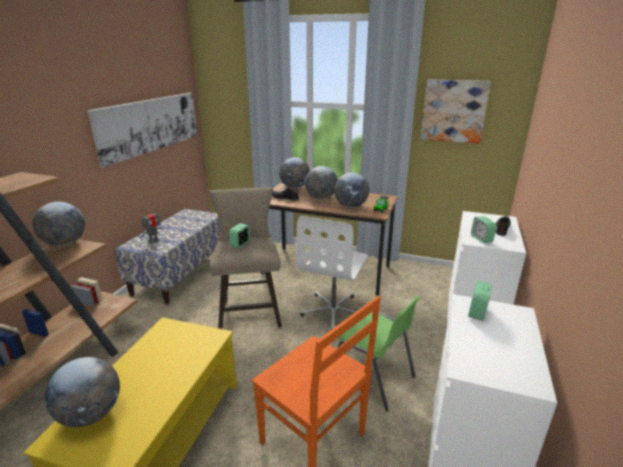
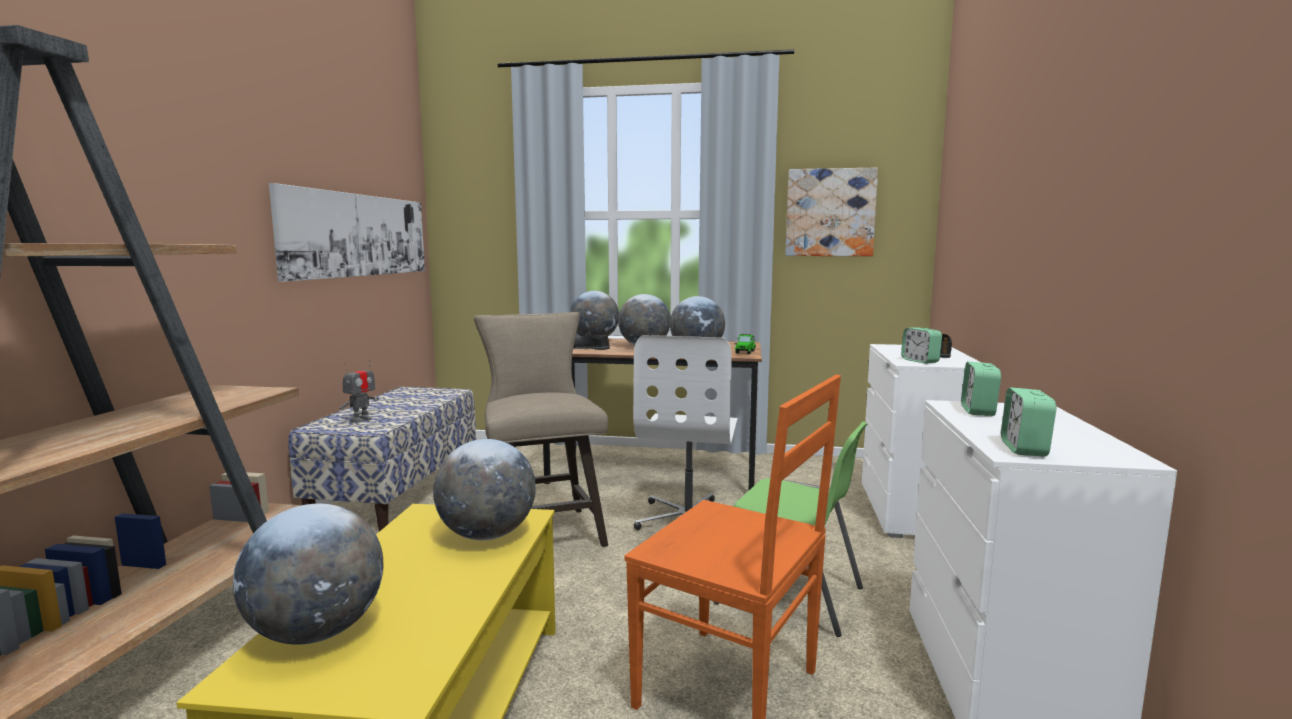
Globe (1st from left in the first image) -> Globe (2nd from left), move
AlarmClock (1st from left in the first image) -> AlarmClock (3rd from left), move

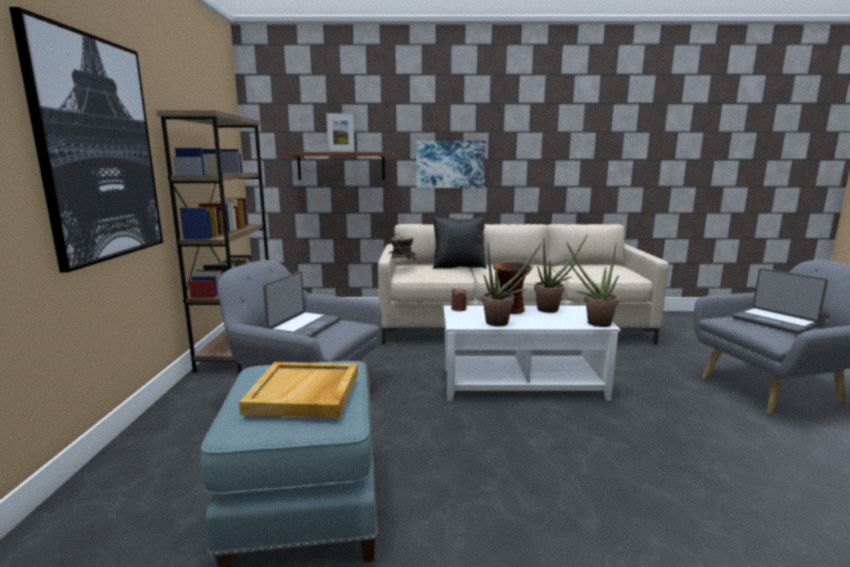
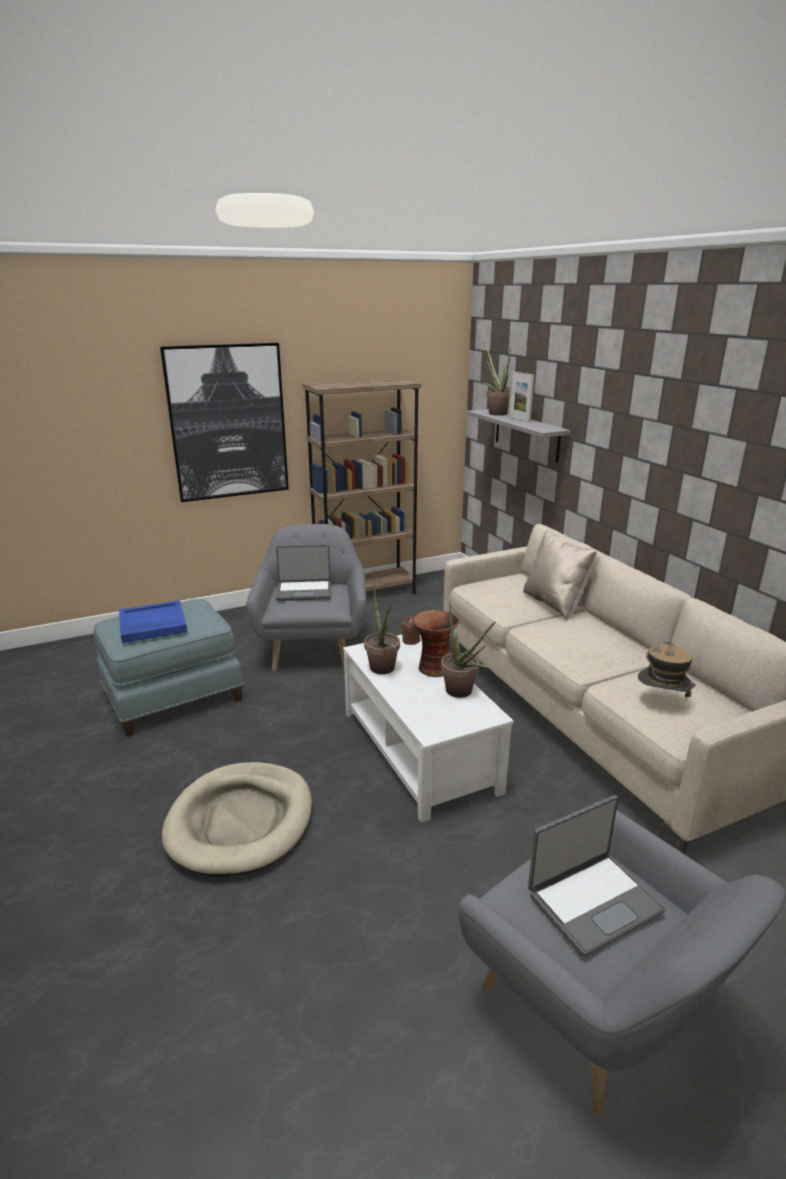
Picture (2nd from left) -> none
BrownShelf -> GreyShelf
BlackPillow -> BeigePillow
Hat, move
PottedPlant (3rd from left), move
Laptop (2nd from left), 150 degrees counterclockwise
BeigeTray -> BlueTray
none -> BeigeDogBed

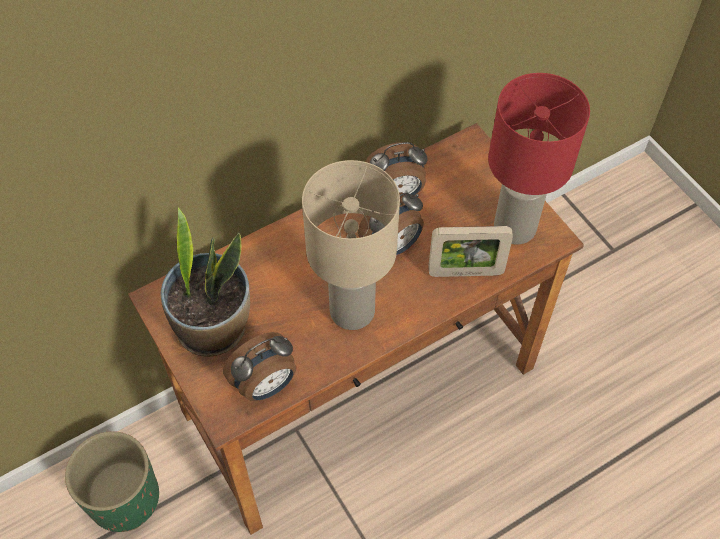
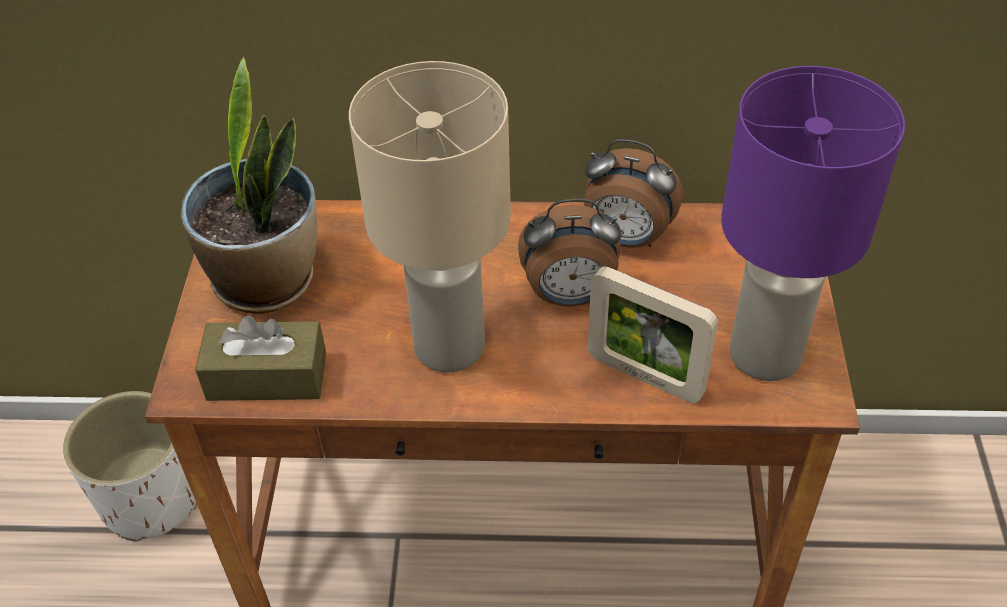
RedTableLamp -> PurpleTableLamp
AlarmClock (1st from left) -> BrownTissueBox
GreenPlanter -> WhitePlanter

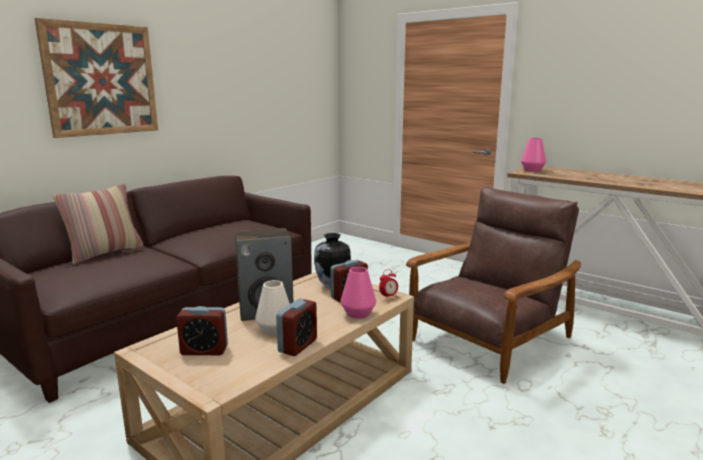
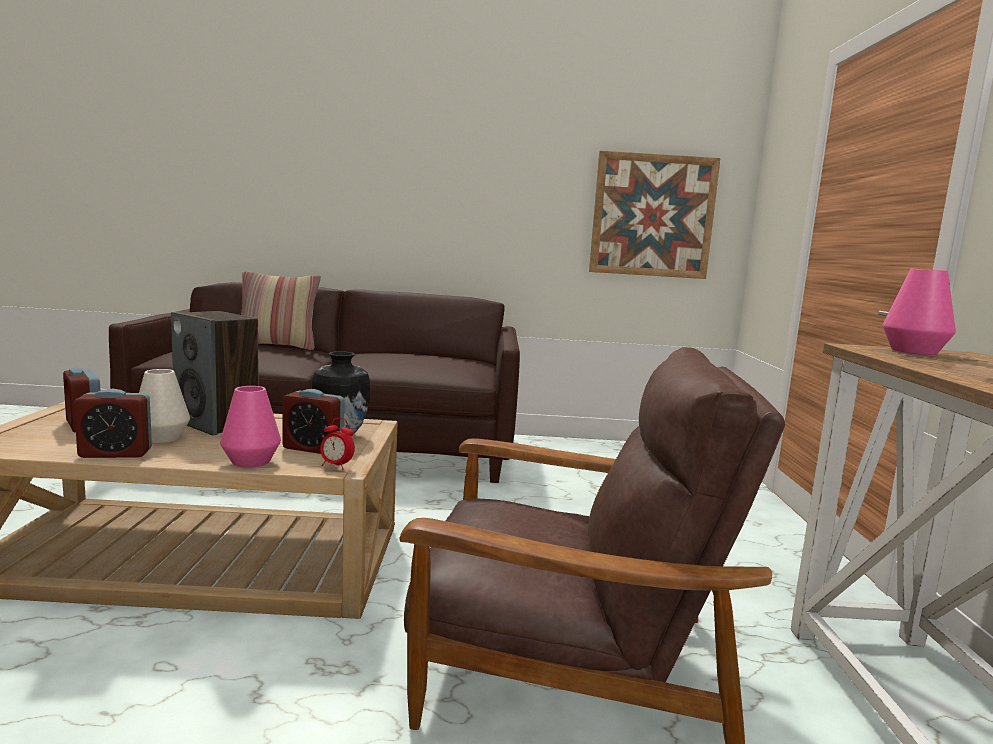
Picture, move

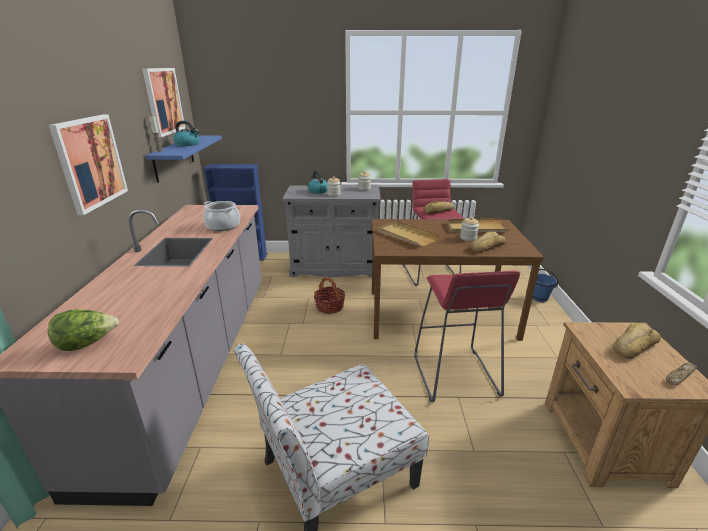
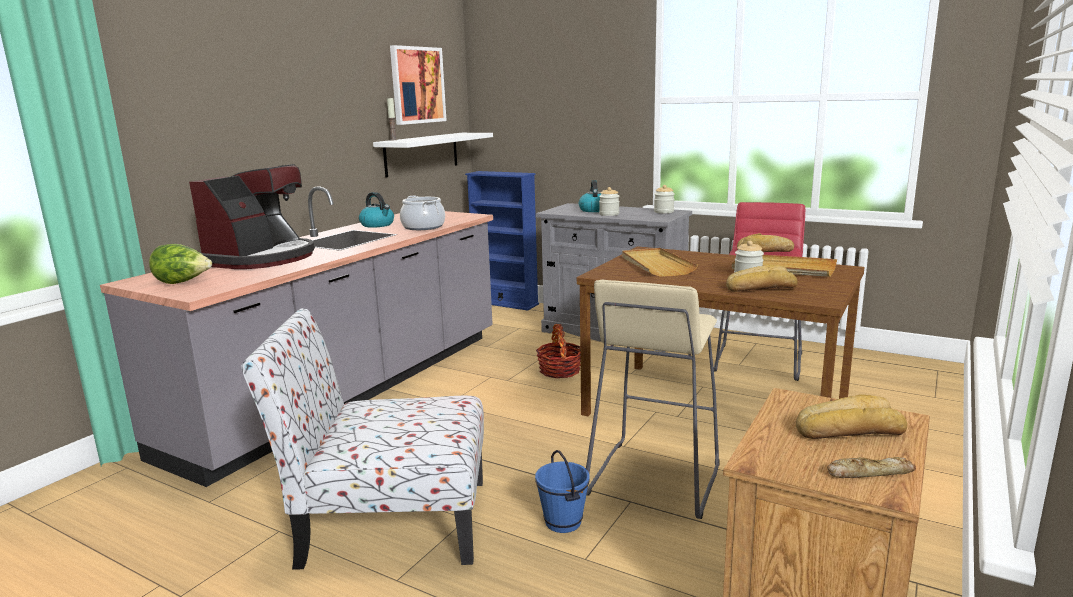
Picture (1st from left) -> none
Kettle (1st from left), move
BlueShelf -> WhiteShelf
BlueBucket, move
RedStool (2nd from left) -> BeigeStool
none -> CoffeeMachine

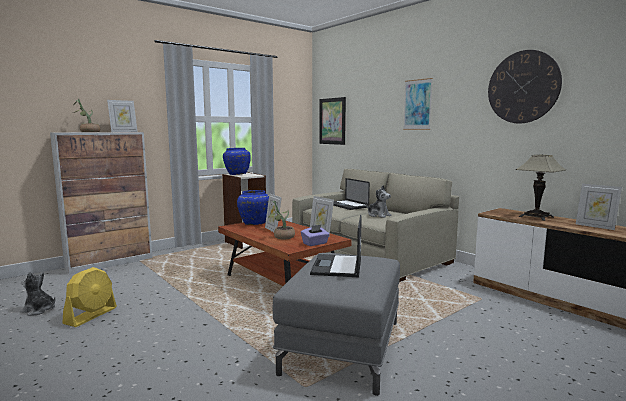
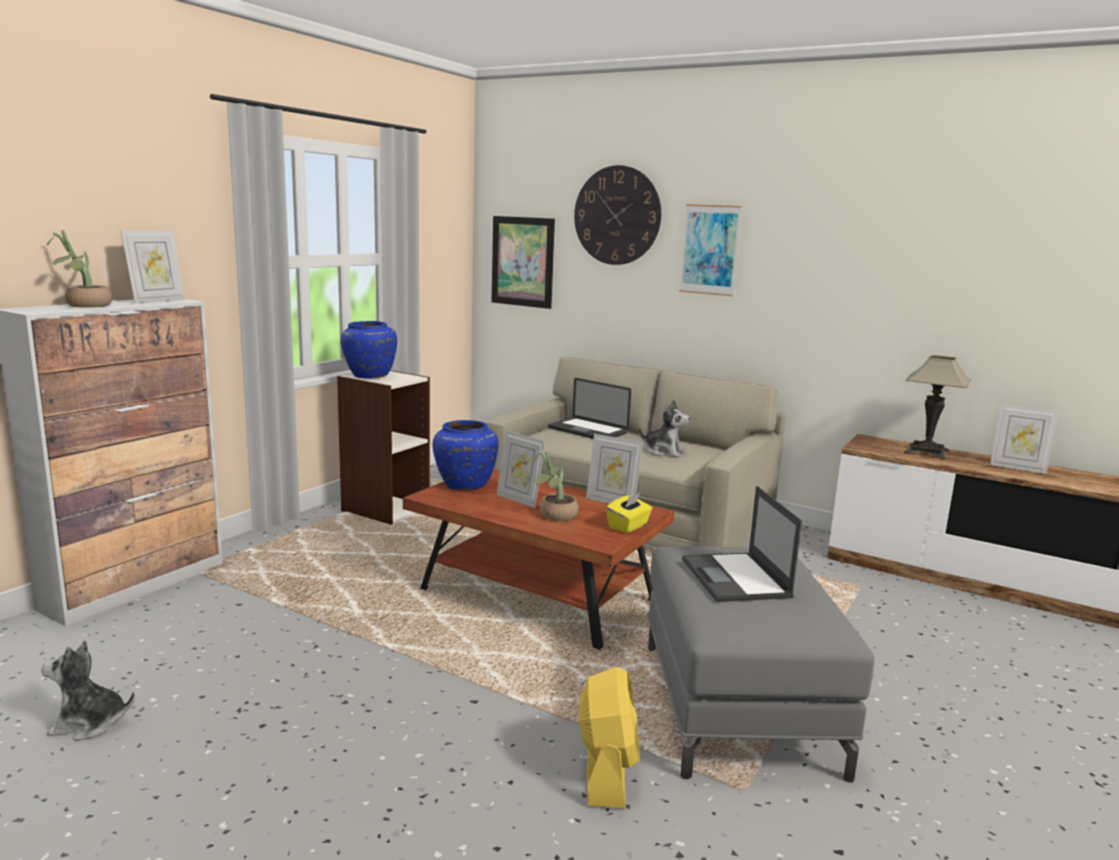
WallClock, move
PurpleTissueBox -> YellowTissueBox
YellowFan, move

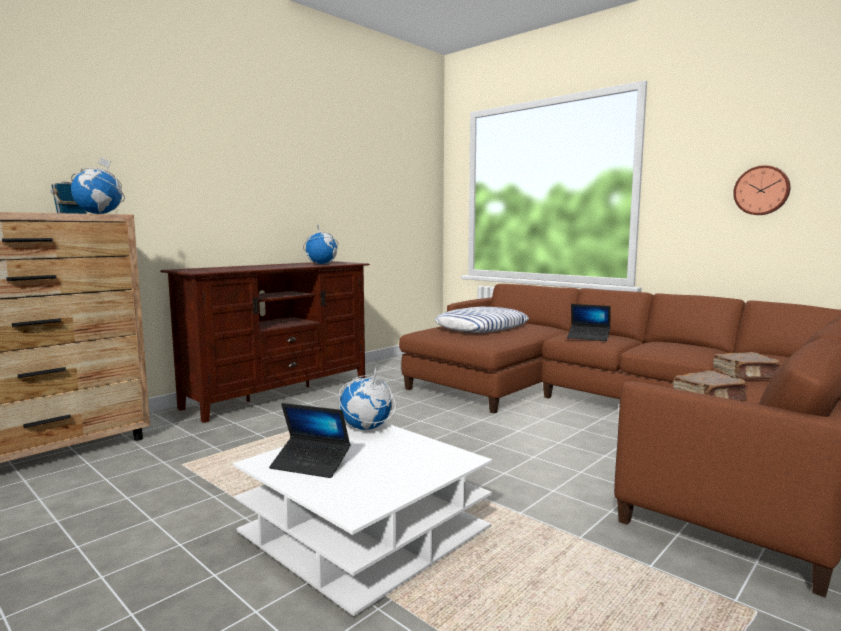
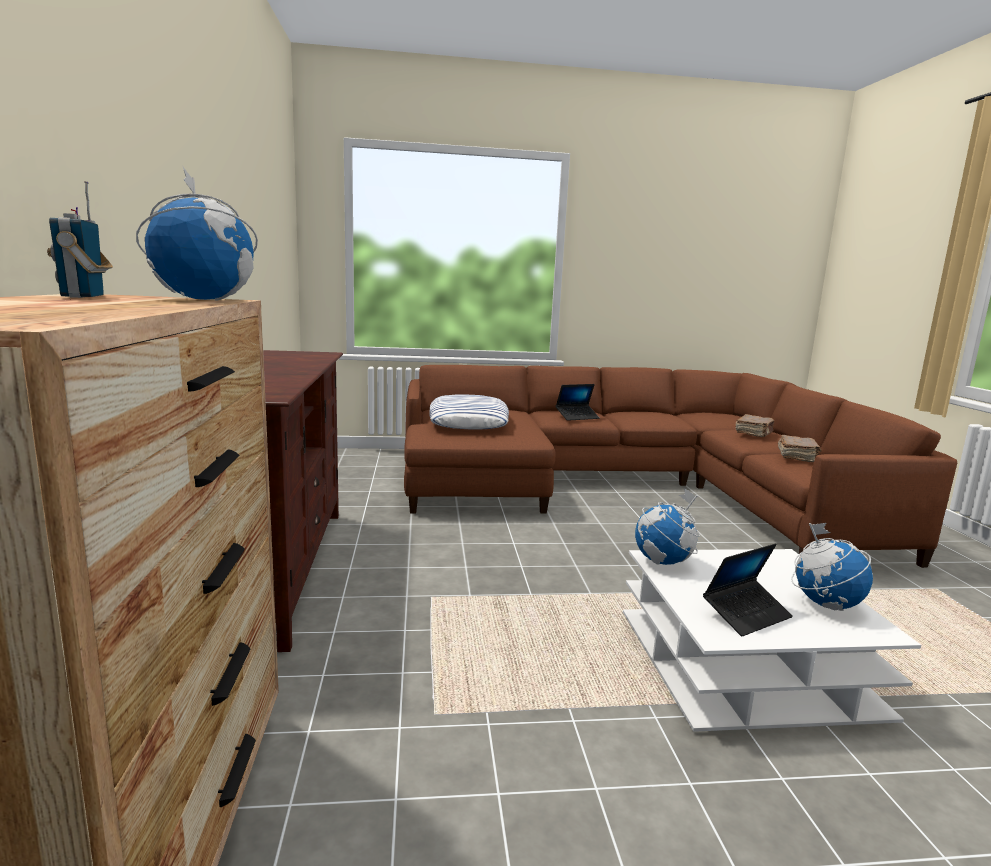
WallClock -> none
Globe (2nd from left in the first image) -> Globe (3rd from left), move

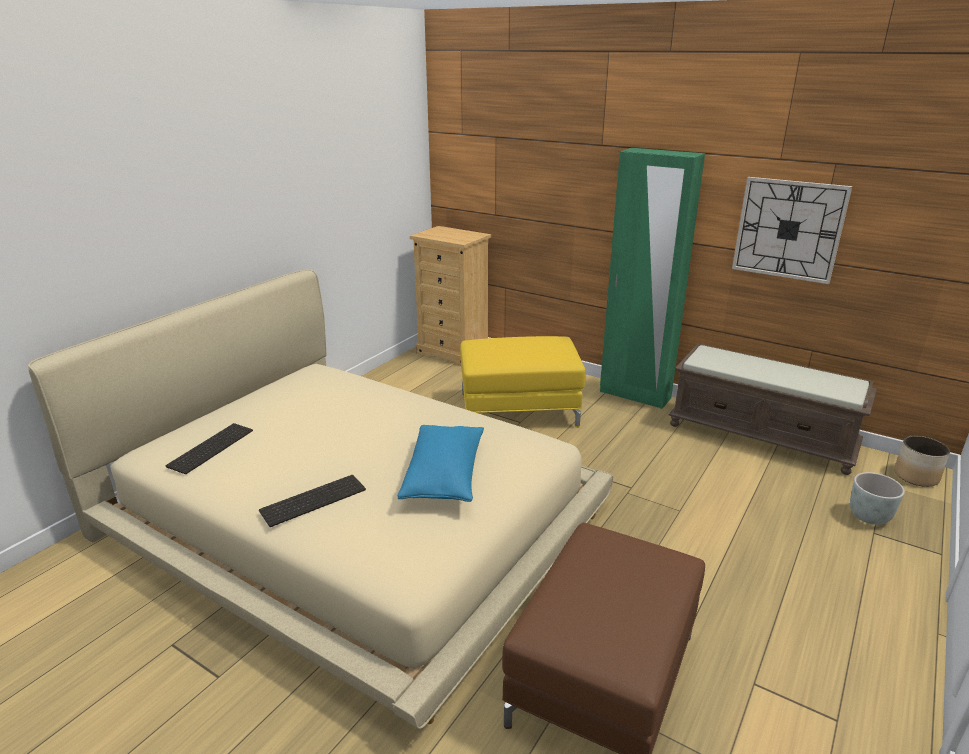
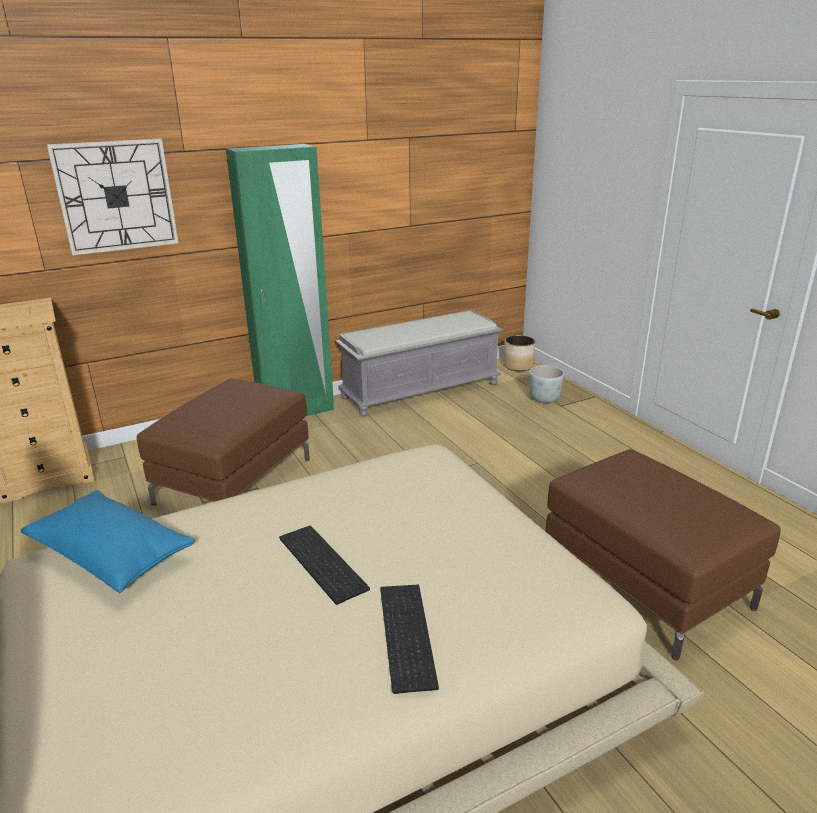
WallClock, move
YellowOttoman -> BrownOttoman (1st from left)
BrownBench -> GreyBench
Keyboard (1st from left), move
BluePillow, move

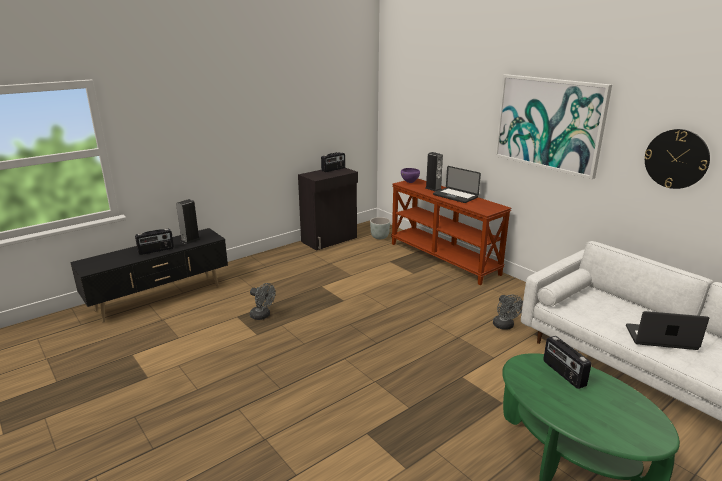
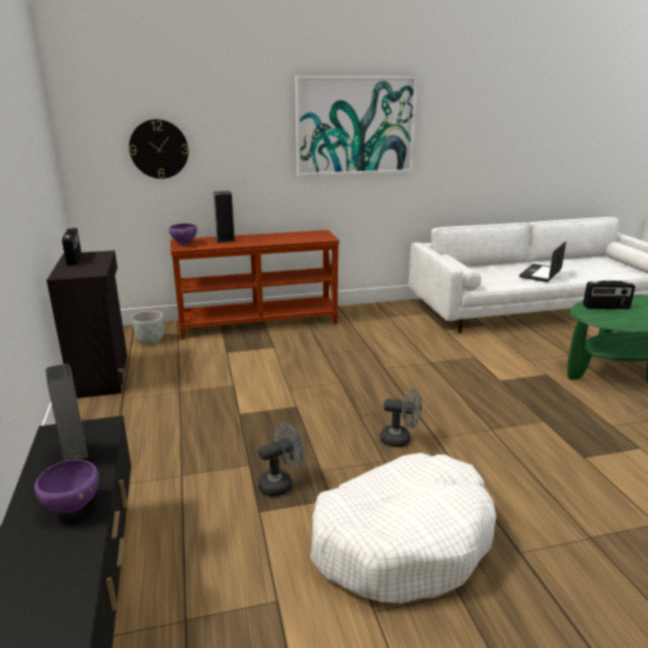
WallClock, move
Laptop (1st from left) -> none
Radio (1st from left) -> PurpleBowl (1st from left)
GreyFan (2nd from left), move
none -> WhiteDogBed

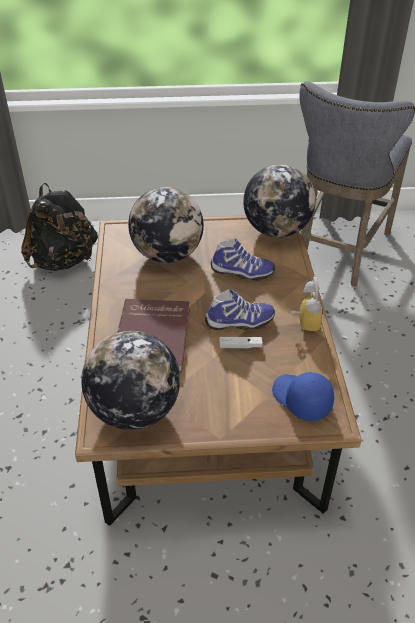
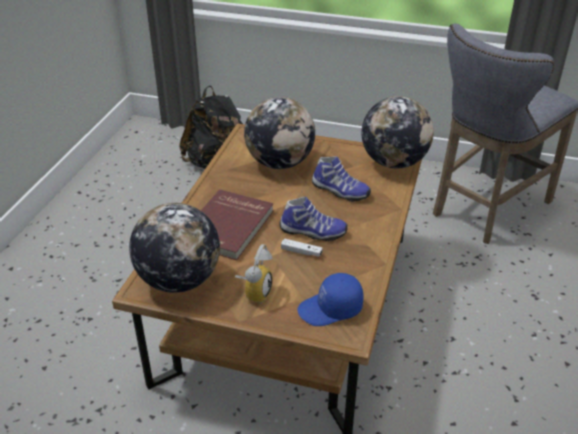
AlarmClock, move
BlueCap, 90 degrees counterclockwise

